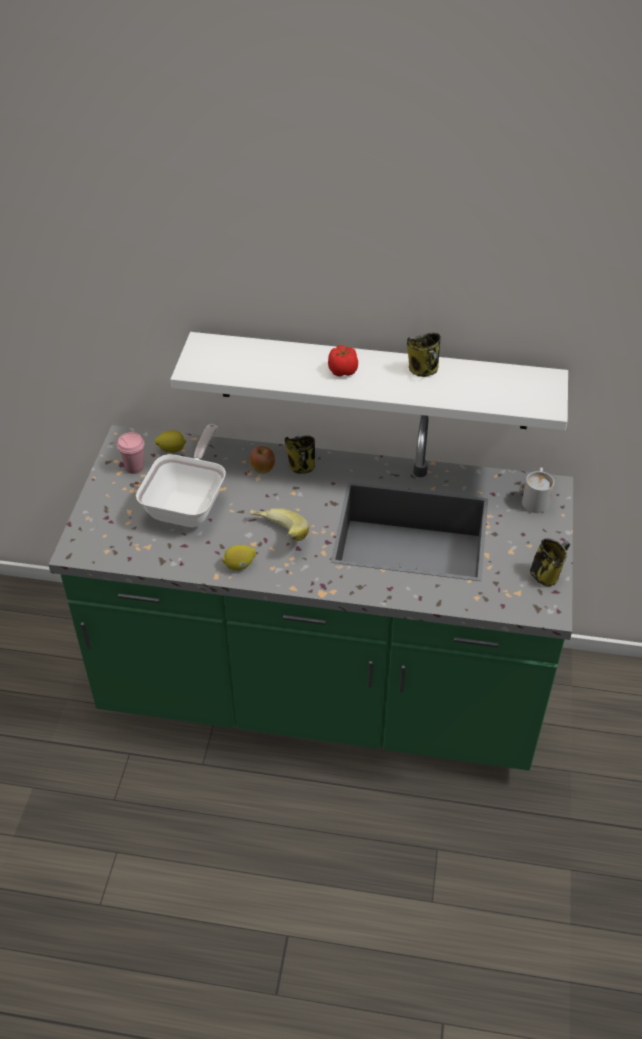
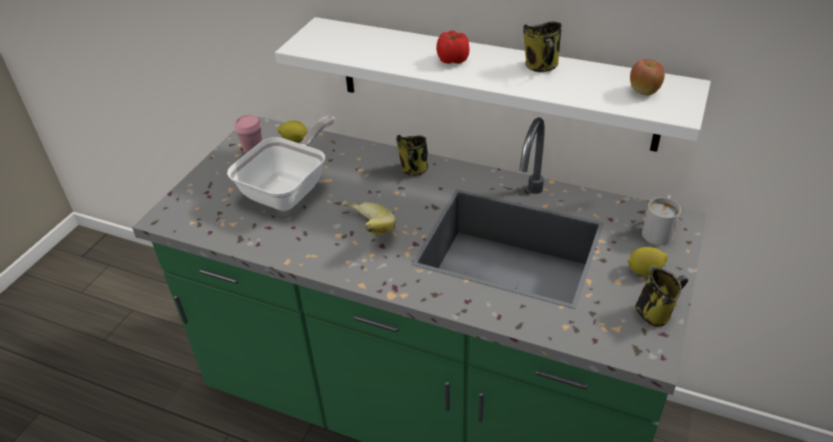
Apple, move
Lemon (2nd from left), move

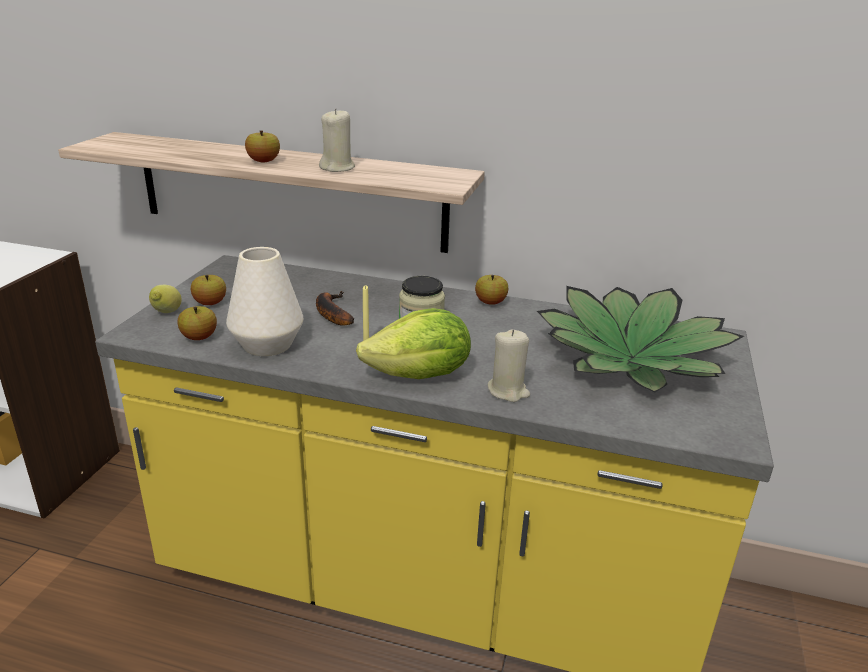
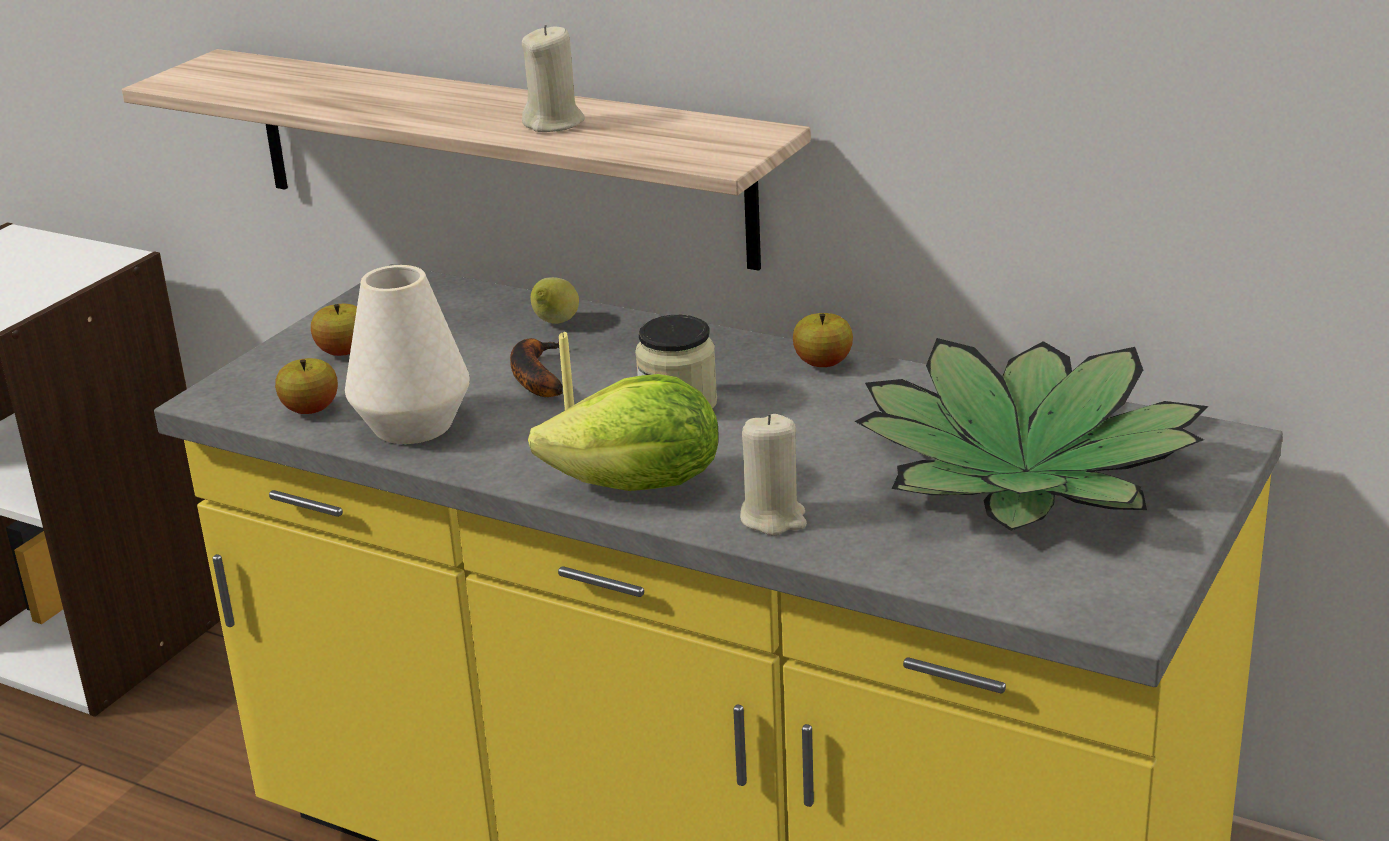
Apple (3rd from left) -> none
Lemon, move

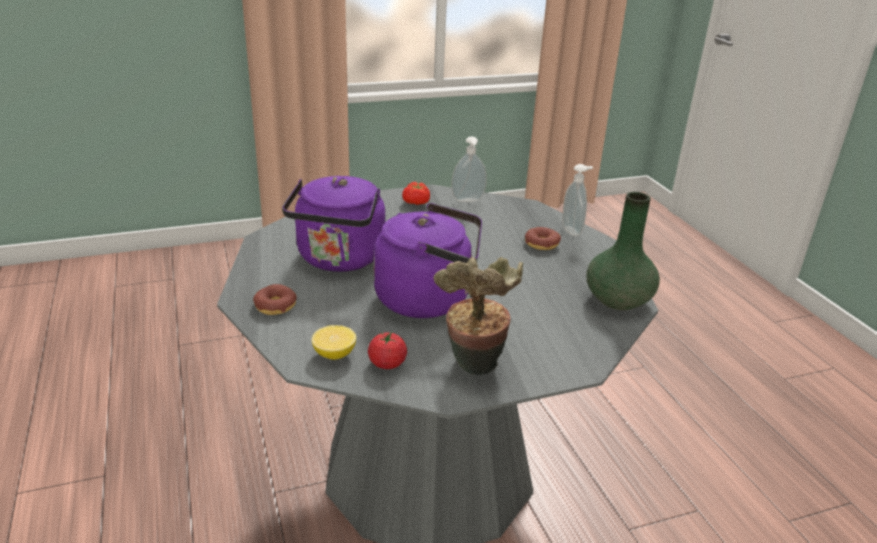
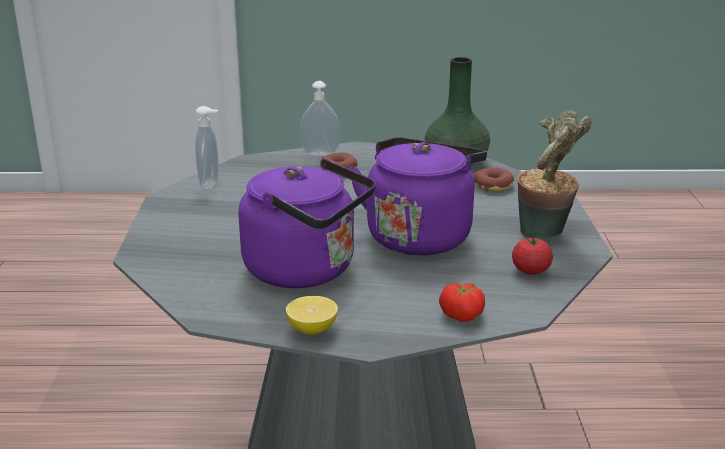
Tomato (2nd from left in the first image) -> Tomato (1st from left), move
Donut (1st from left in the first image) -> Donut (2nd from left), move
Lemon, move

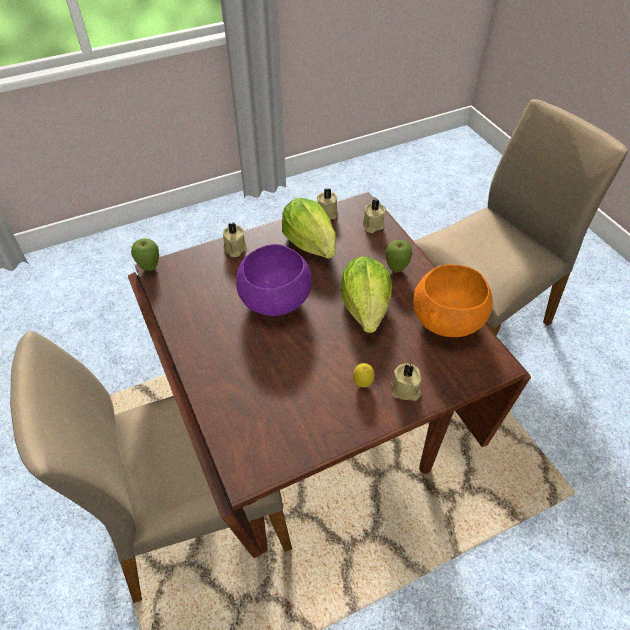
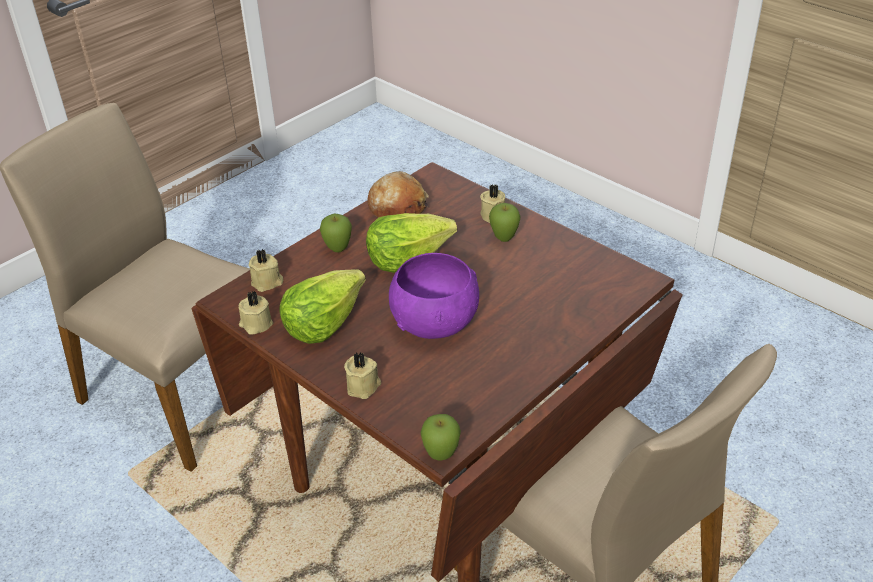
OrangeBowl -> Bread
Lemon -> Apple (3rd from left)

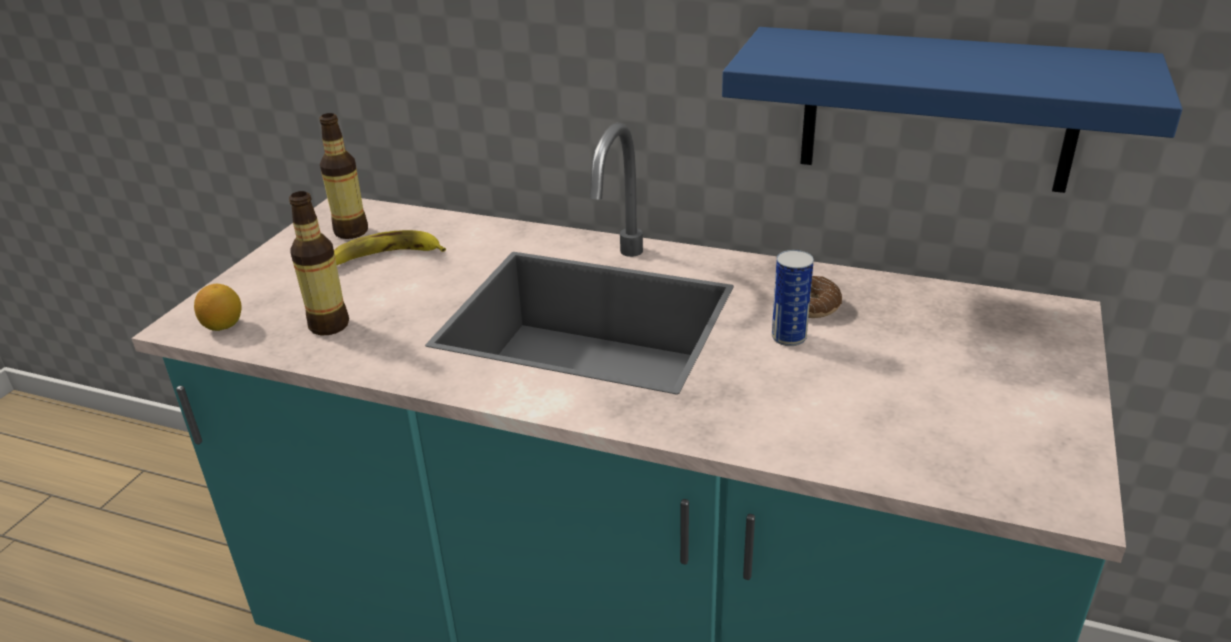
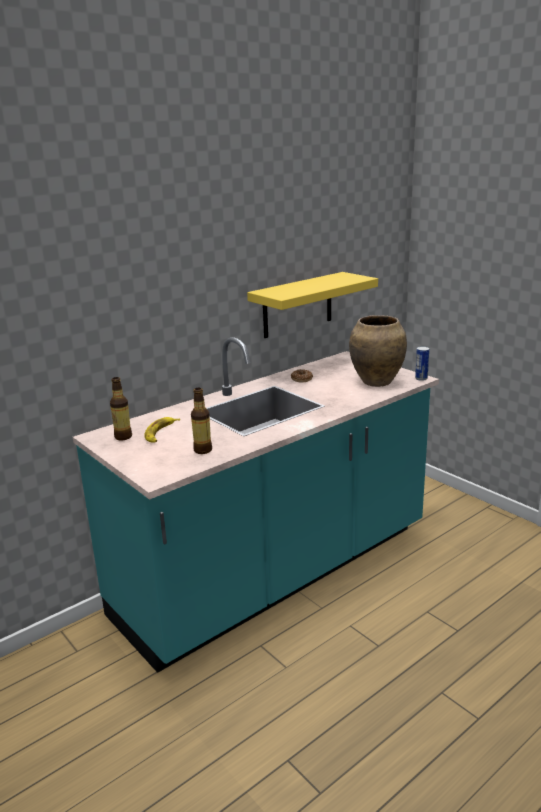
BlueShelf -> YellowShelf
Can, move
Lemon -> none
none -> BrownVase

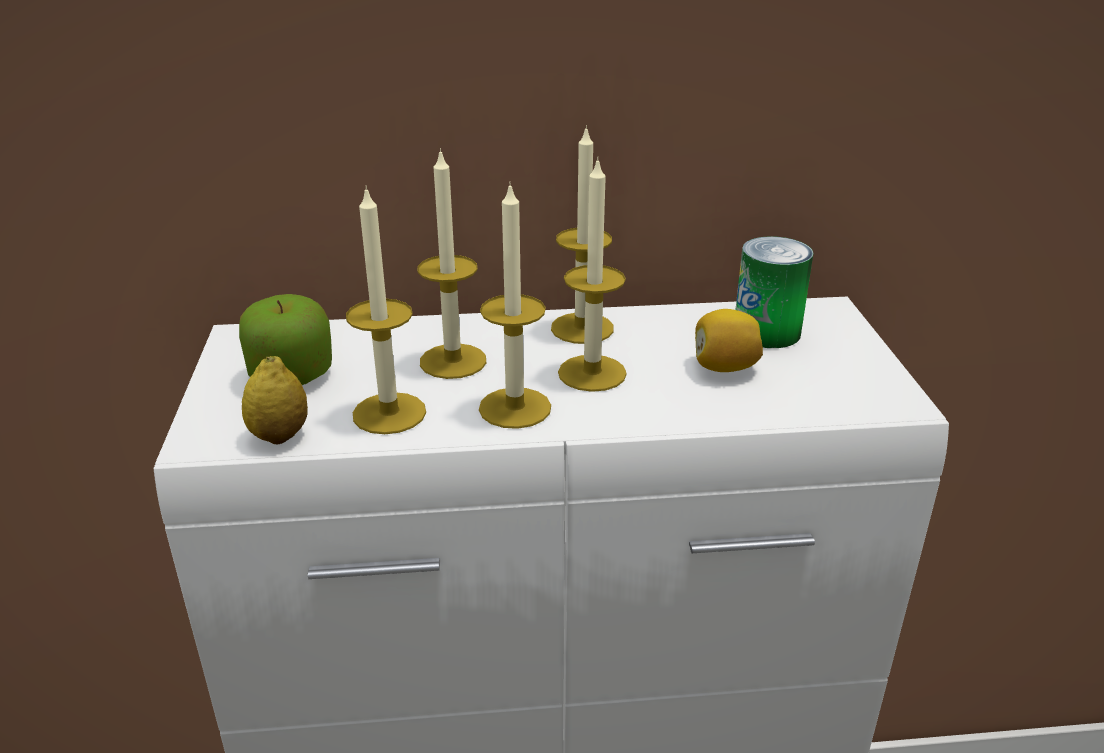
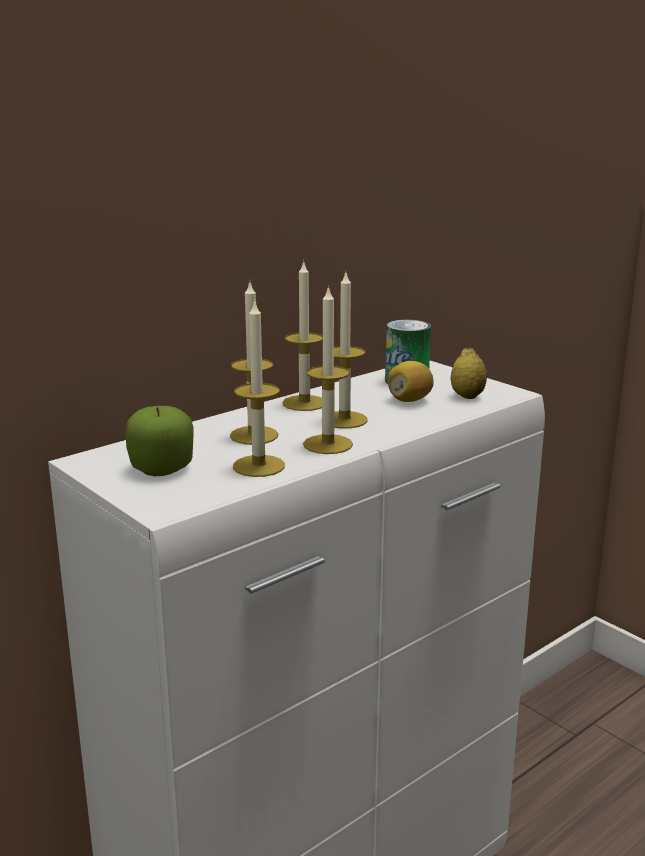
Lemon (1st from left in the first image) -> Lemon (2nd from left), move

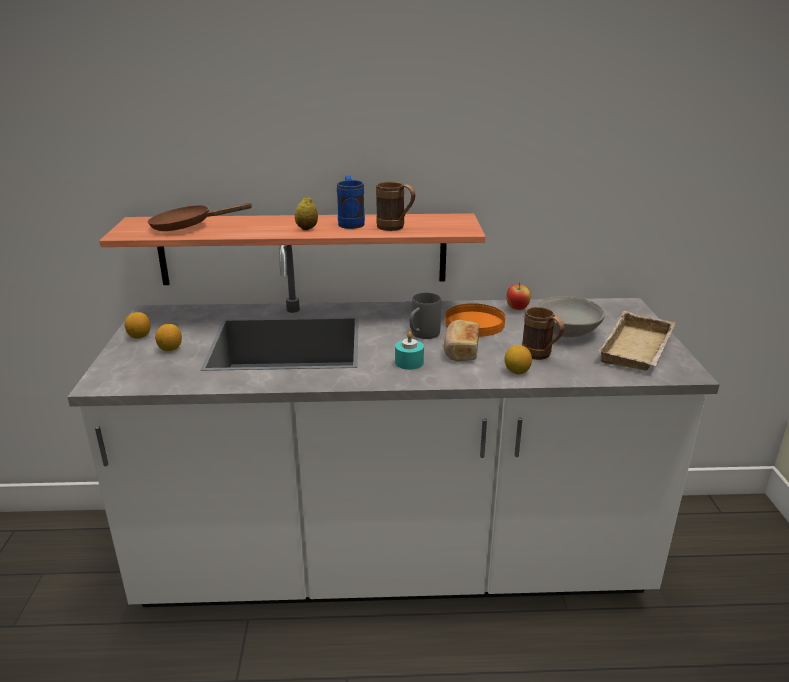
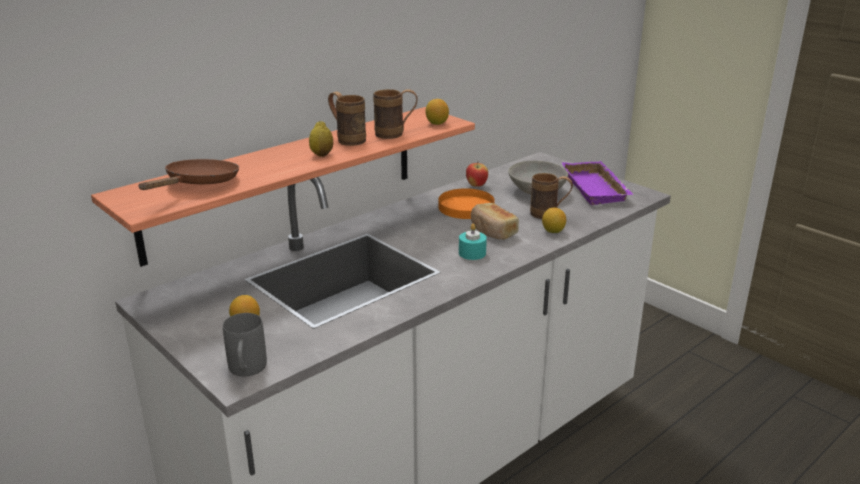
BlueMug -> BrownMug (1st from left)
BrownFryingPan, 150 degrees clockwise
GreyMug, move
BeigeTray -> PurpleTray
Lemon (1st from left in the first image) -> Lemon (3rd from left), move

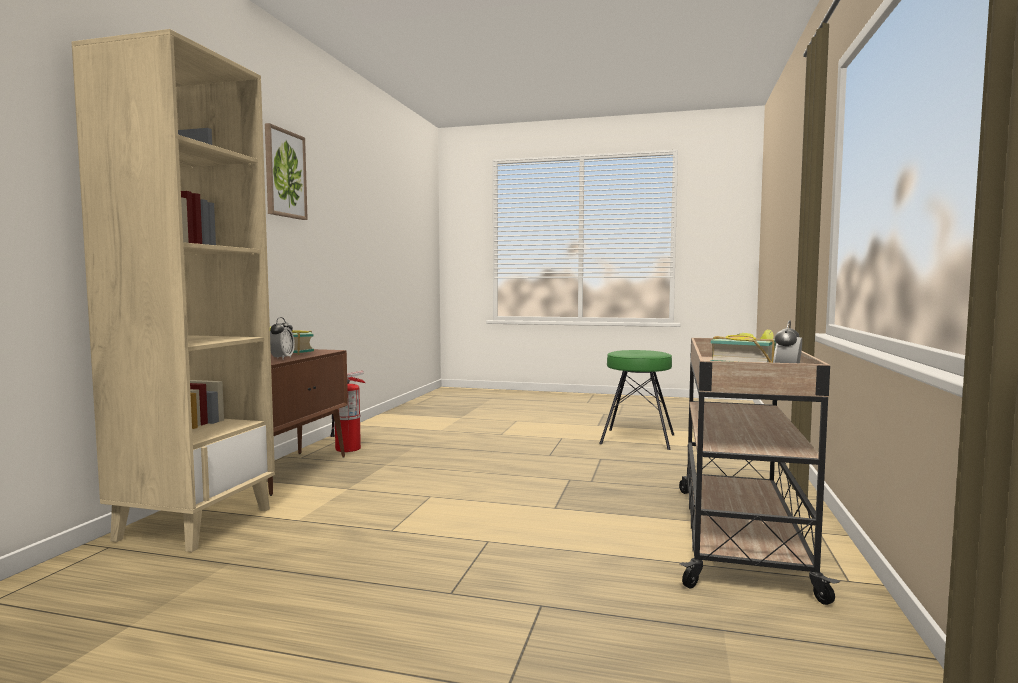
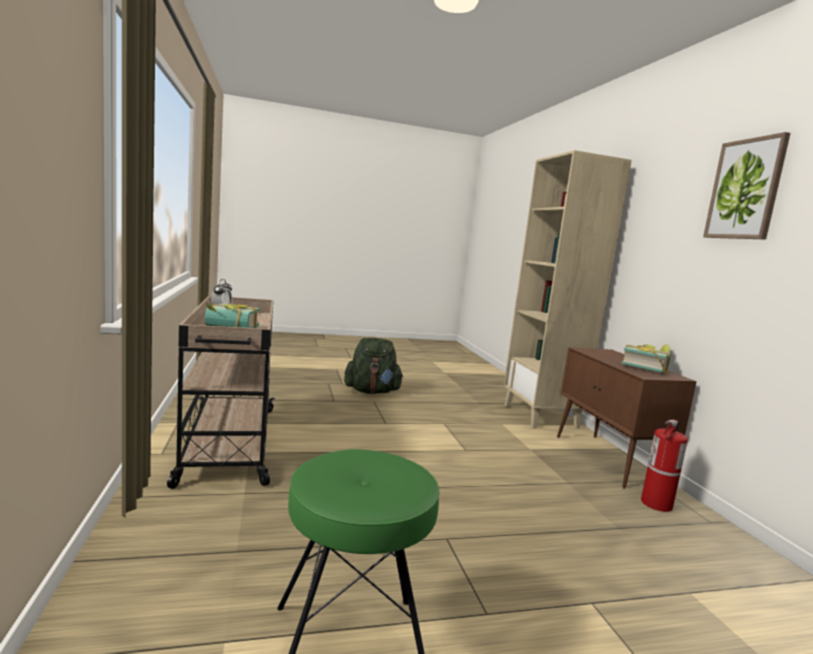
AlarmClock (1st from left) -> none
none -> GreenBackpack

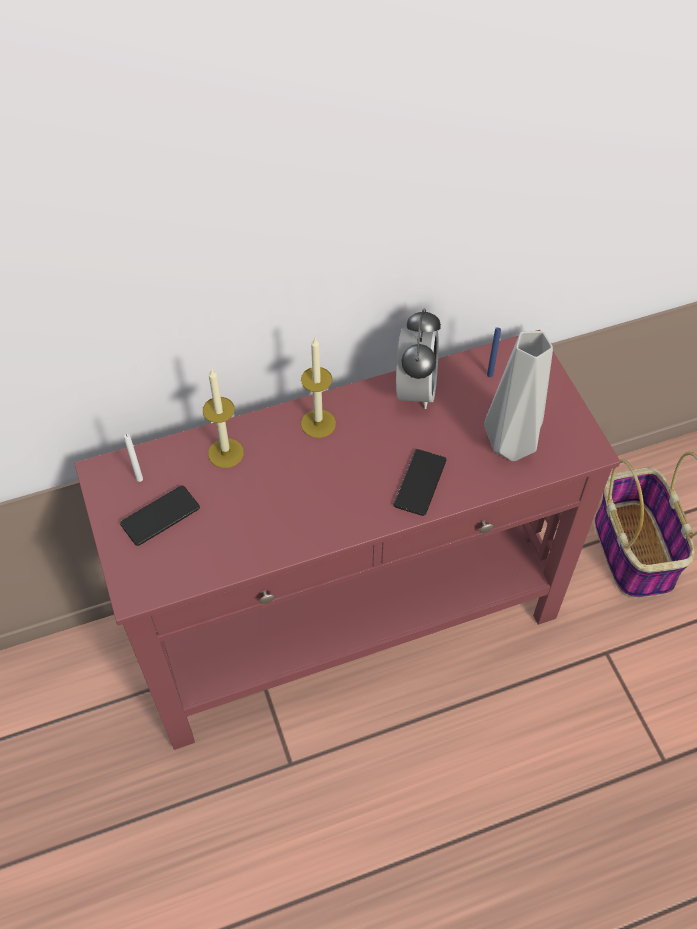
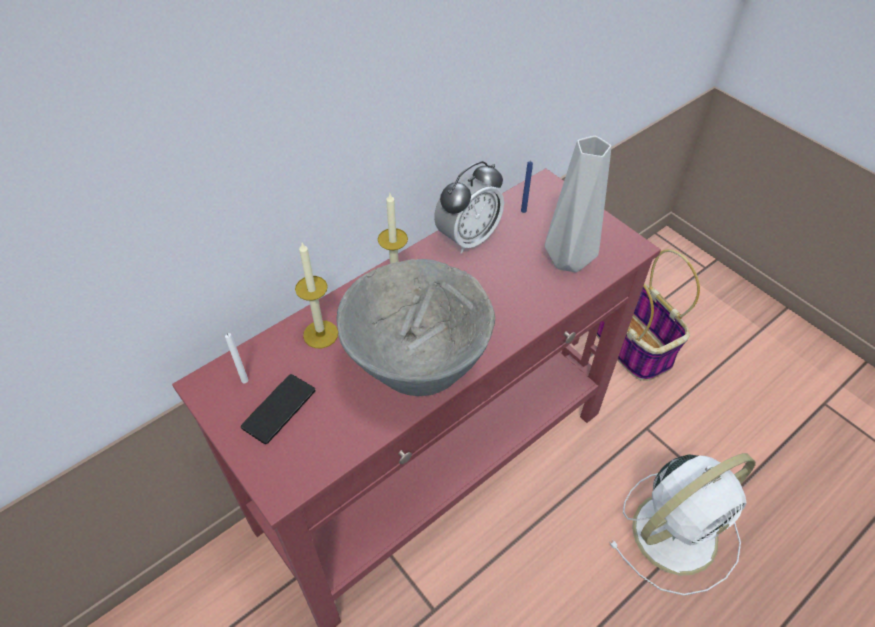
AlarmClock, 60 degrees clockwise
Phone (2nd from left) -> none
none -> GreyBowl
none -> WhiteFan

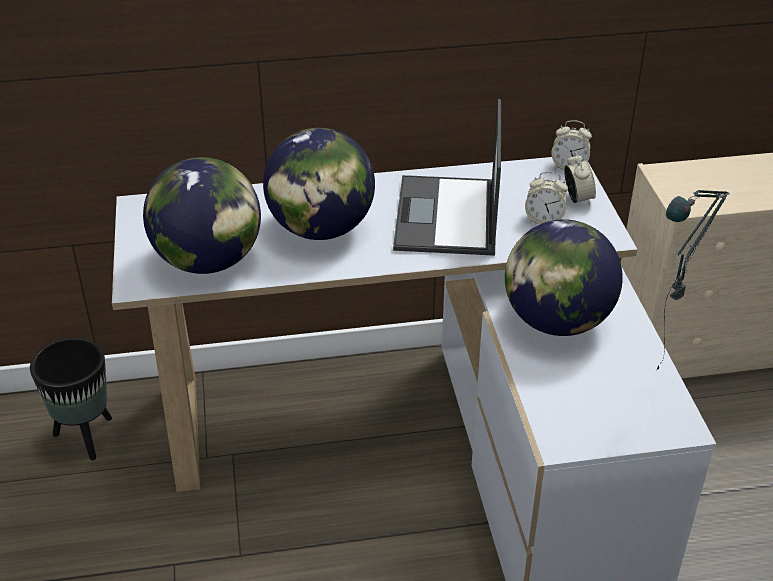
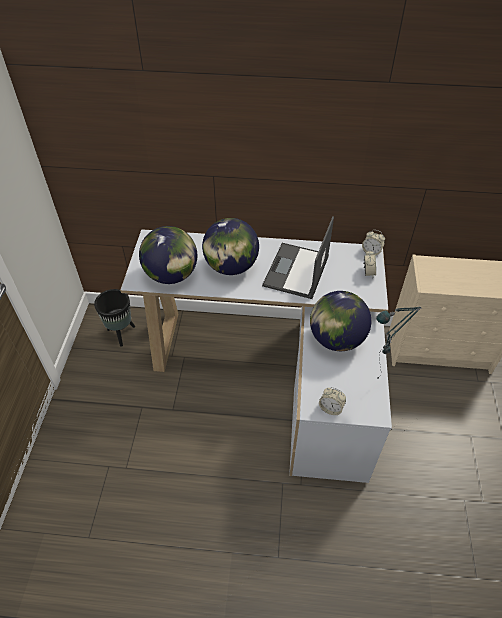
AlarmClock (1st from left), move

